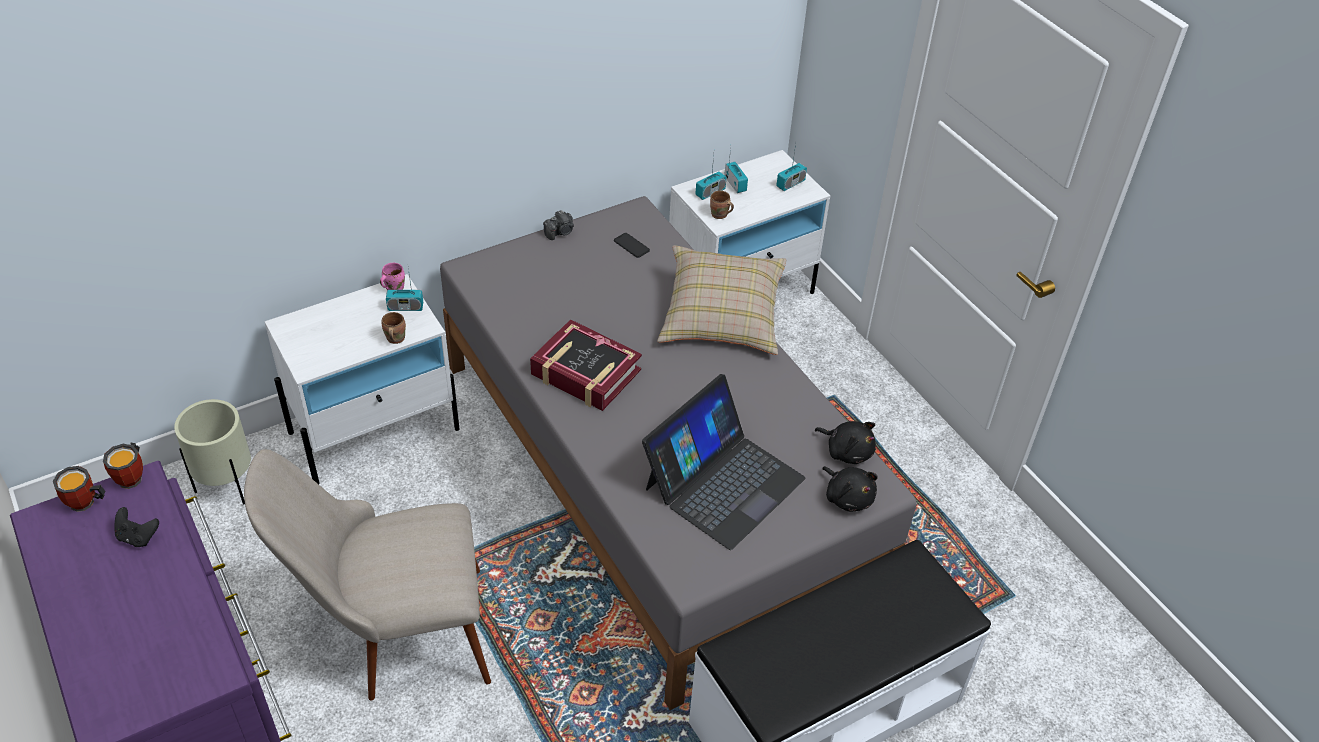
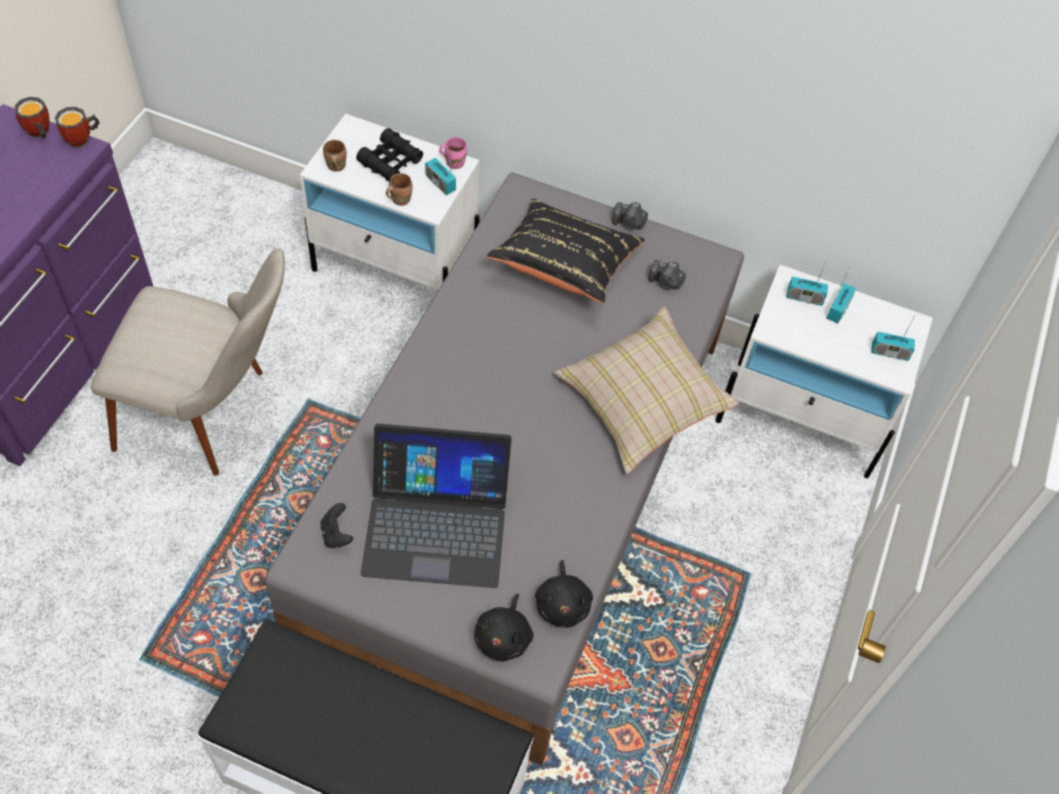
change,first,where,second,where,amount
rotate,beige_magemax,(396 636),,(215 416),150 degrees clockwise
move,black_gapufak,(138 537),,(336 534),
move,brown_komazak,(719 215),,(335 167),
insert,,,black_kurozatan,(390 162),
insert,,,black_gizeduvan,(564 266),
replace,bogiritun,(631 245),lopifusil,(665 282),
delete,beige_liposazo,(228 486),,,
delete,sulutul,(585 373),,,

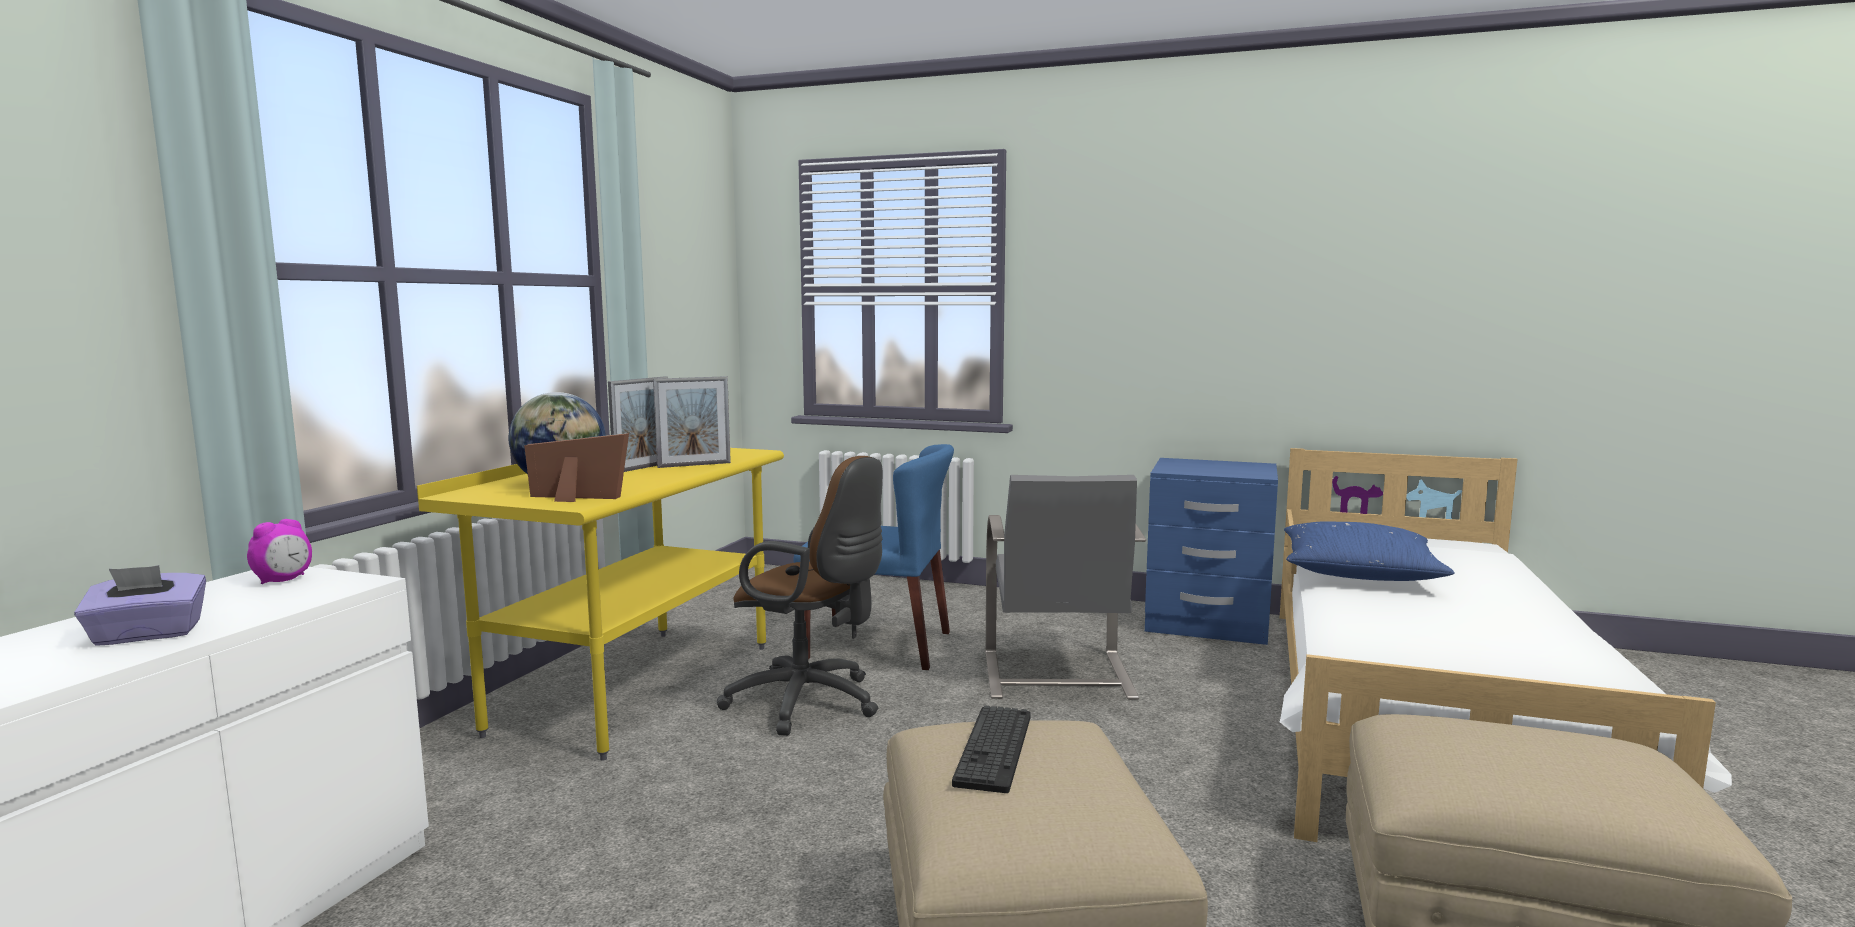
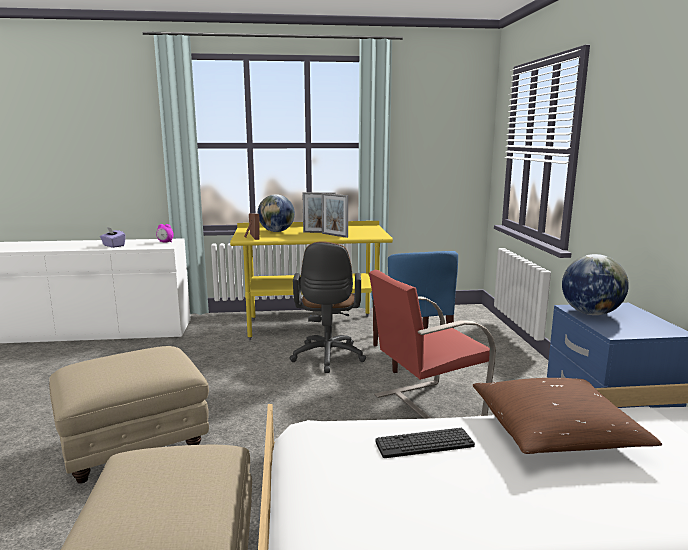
change,first,where,second,where,amount
recolor,grey_magemax,(1056 676),red_magemax,(426 407),
move,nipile,(994 749),,(424 444),
recolor,blue_gizeduvan,(1359 573),brown_gizeduvan,(555 432),
insert,,,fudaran,(590 313),

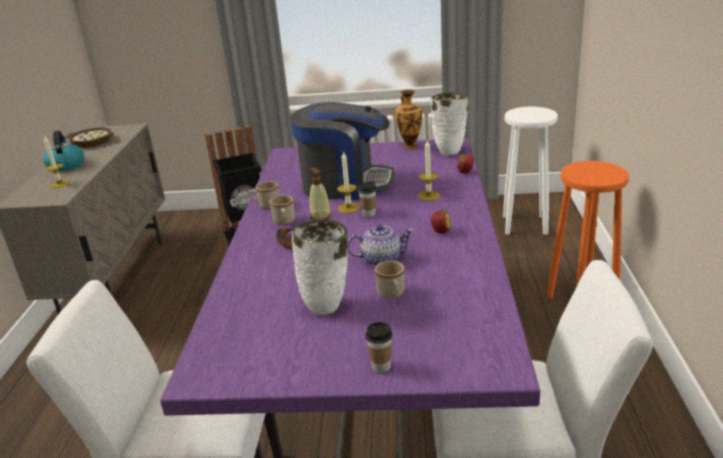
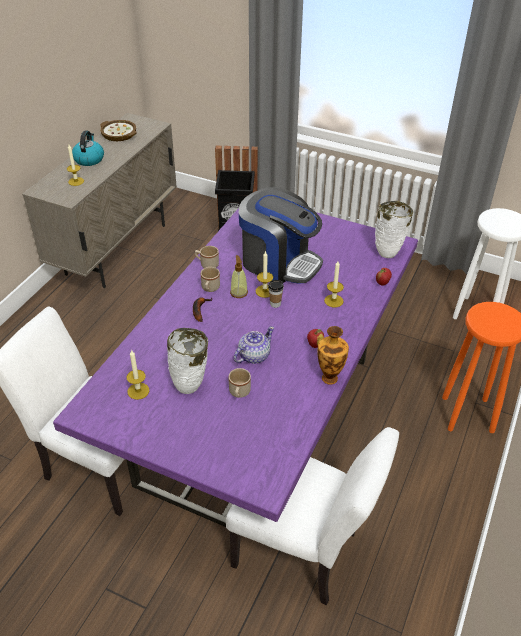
change,first,where,second,where,amount
insert,,,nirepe,(138 391),
rotate,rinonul,(381 259),,(253 356),60 degrees counterclockwise
move,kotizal,(410 146),,(330 377),
delete,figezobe,(381 366),,,

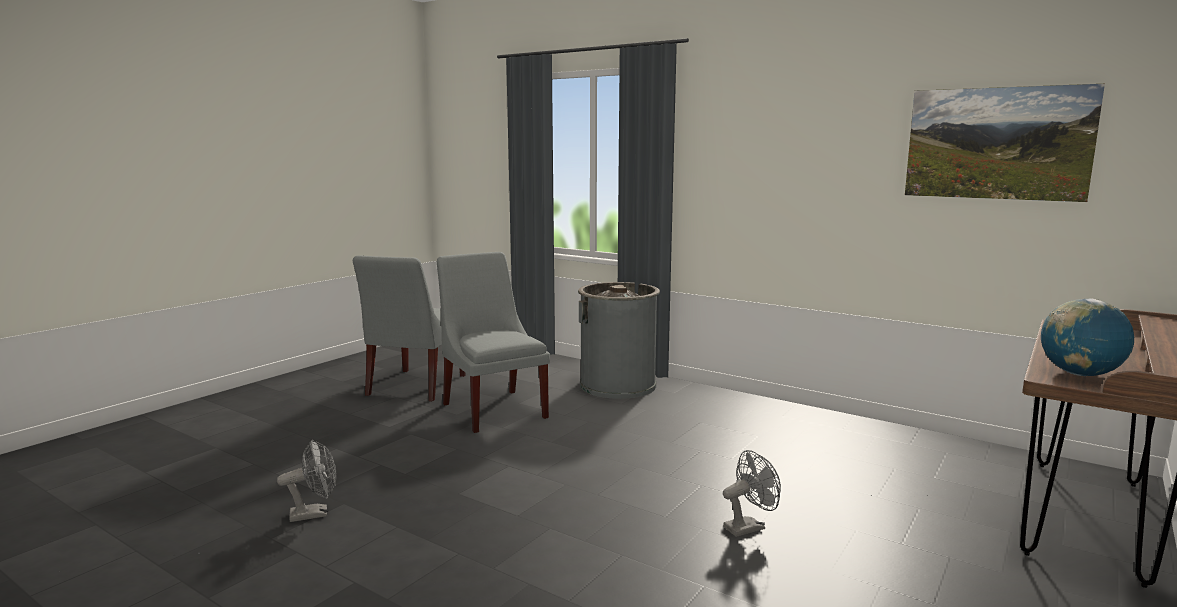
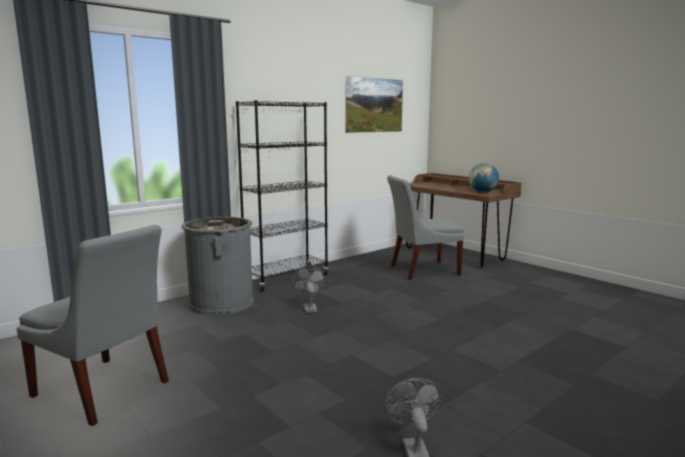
change,first,where,second,where,amount
insert,,,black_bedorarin,(286 279),
move,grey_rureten,(749 527),,(309 307),
move,grey_magemax,(493 408),,(421 270),

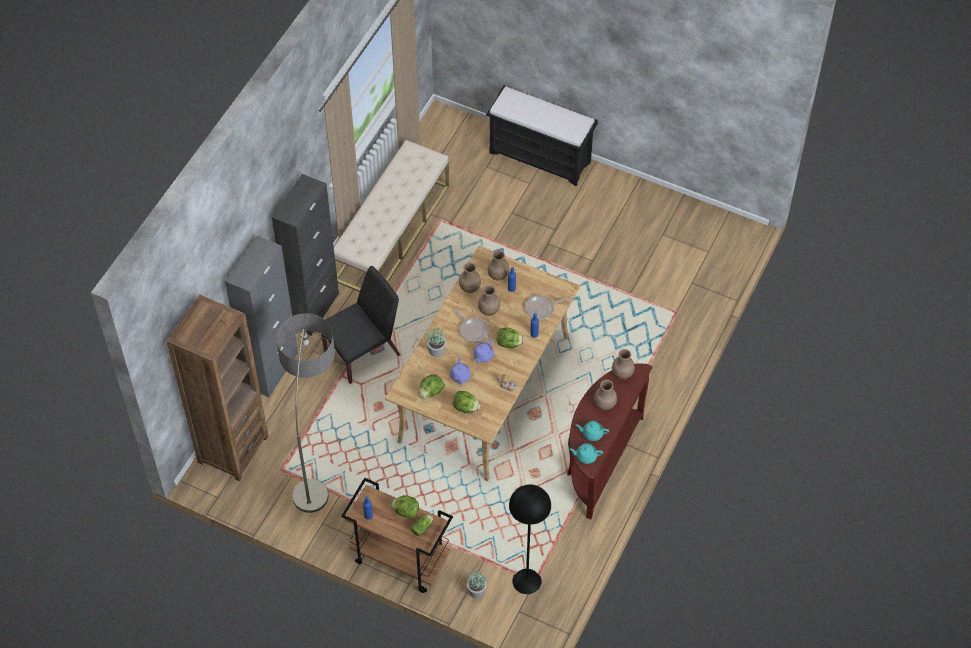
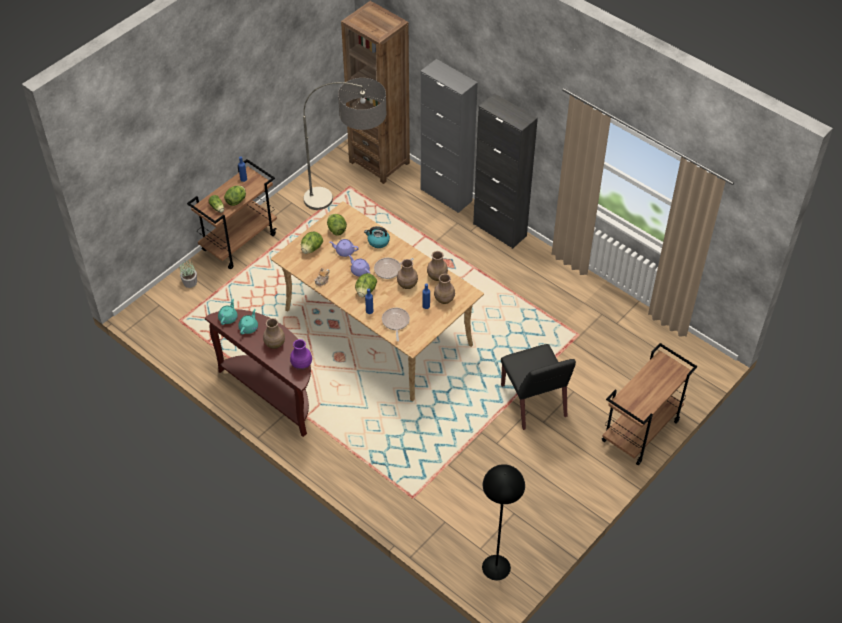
change,first,where,second,where,amount
recolor,brown_kotizal,(622 373),purple_kotizal,(302 365),
replace,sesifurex,(437 350),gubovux,(378 241),
move,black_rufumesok,(527 581),,(496 567),
move,black_magemax,(363 352),,(534 401),
replace,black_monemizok,(541 157),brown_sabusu,(640 432),
delete,beige_monemizok,(392 232),,,

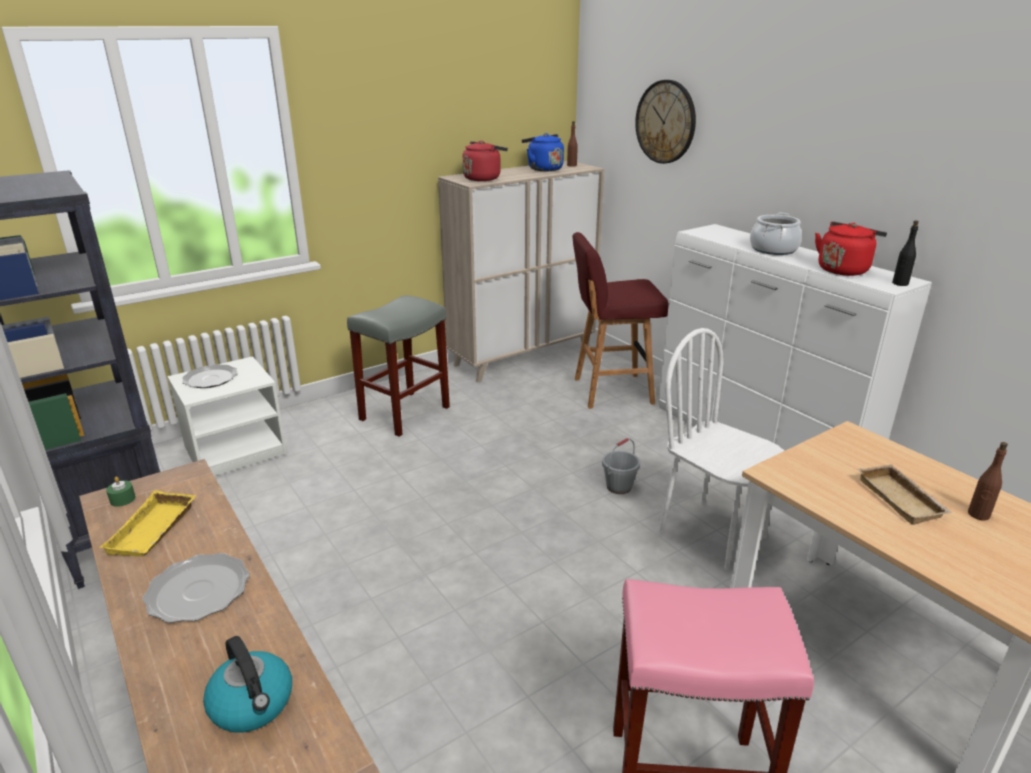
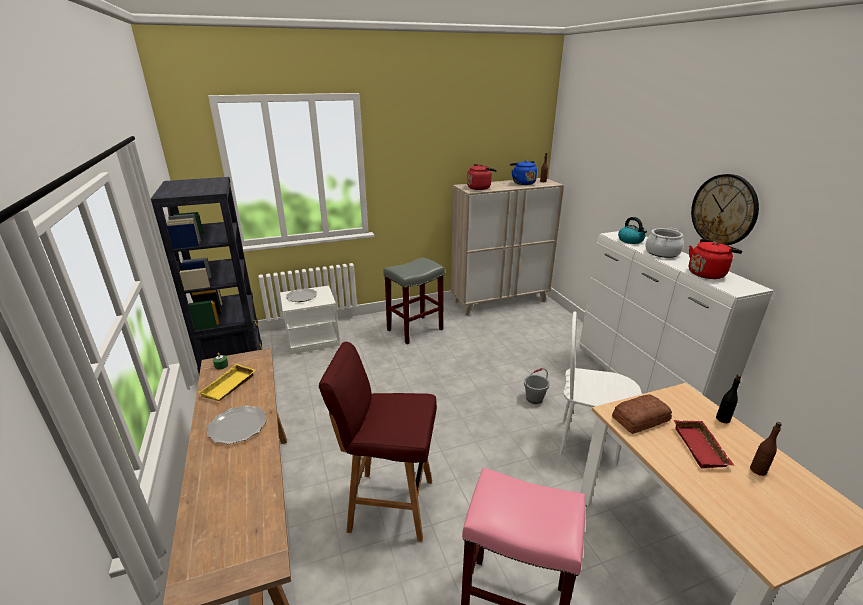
change,first,where,second,where,amount
move,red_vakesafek,(610 391),,(389 504),
rotate,white_magemax,(713 534),,(588 442),45 degrees counterclockwise
insert,,,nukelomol,(639 418),
move,gubovux,(253 704),,(631 240),
recolor,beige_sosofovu,(902 499),red_sosofovu,(702 448),
move,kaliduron,(665 122),,(724 210),
move,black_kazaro,(900 283),,(722 419),

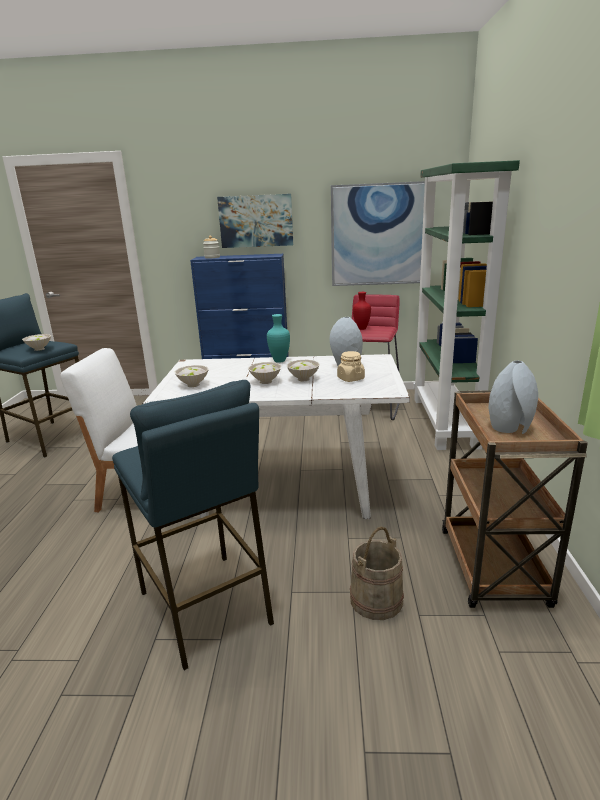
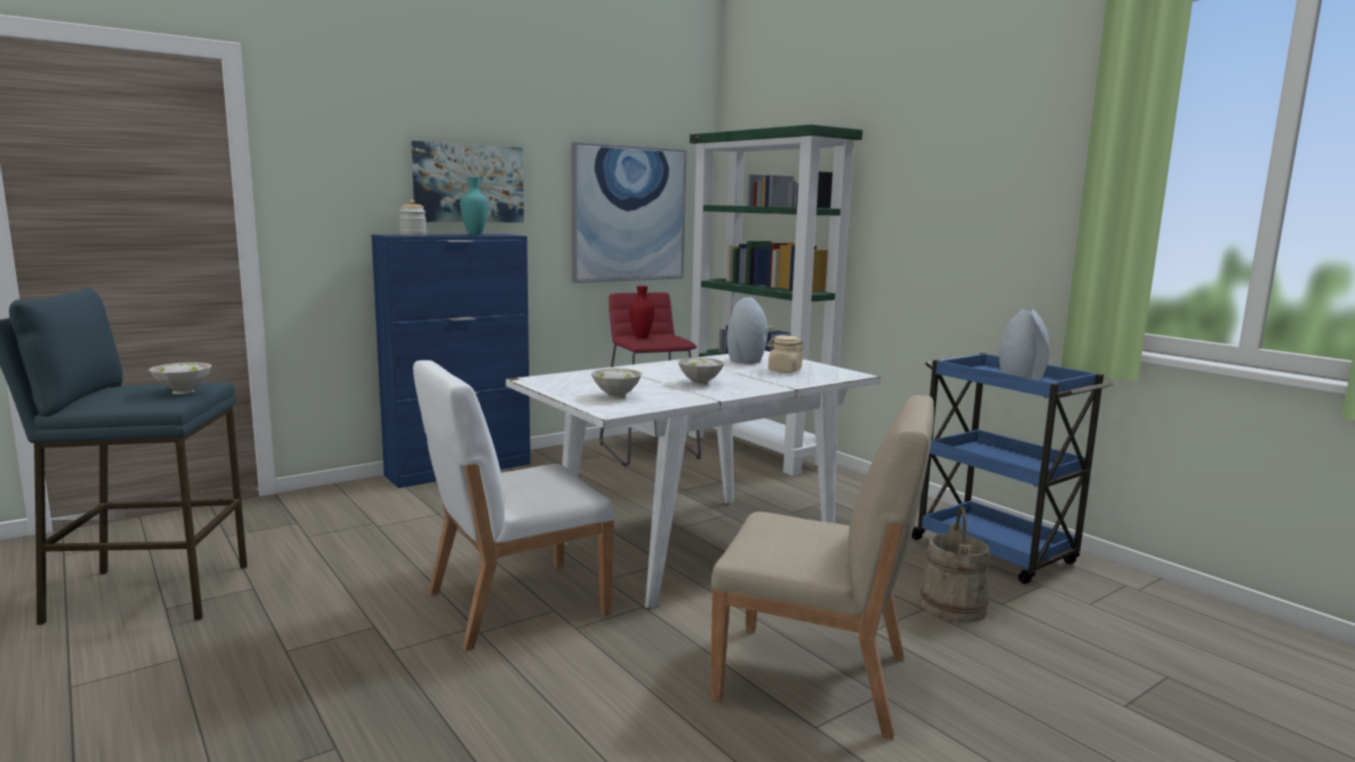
change,first,where,second,where,amount
move,turquoise_kotizal,(279 361),,(474 234),
replace,blue_vakesafek,(205 608),beige_magemax,(815 678),
recolor,brown_sabusu,(493 569),blue_sabusu,(995 552),
delete,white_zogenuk,(304 379),,,

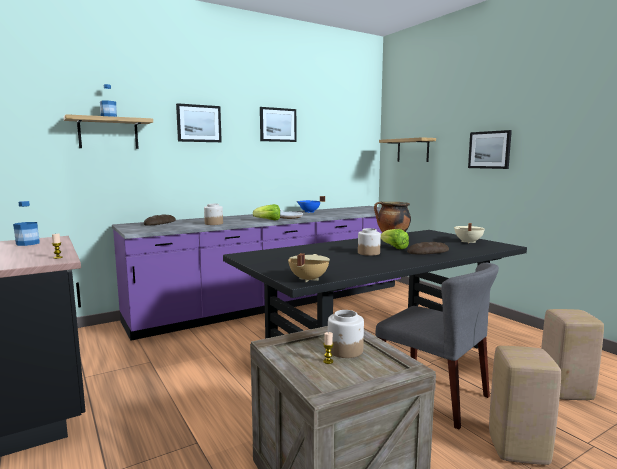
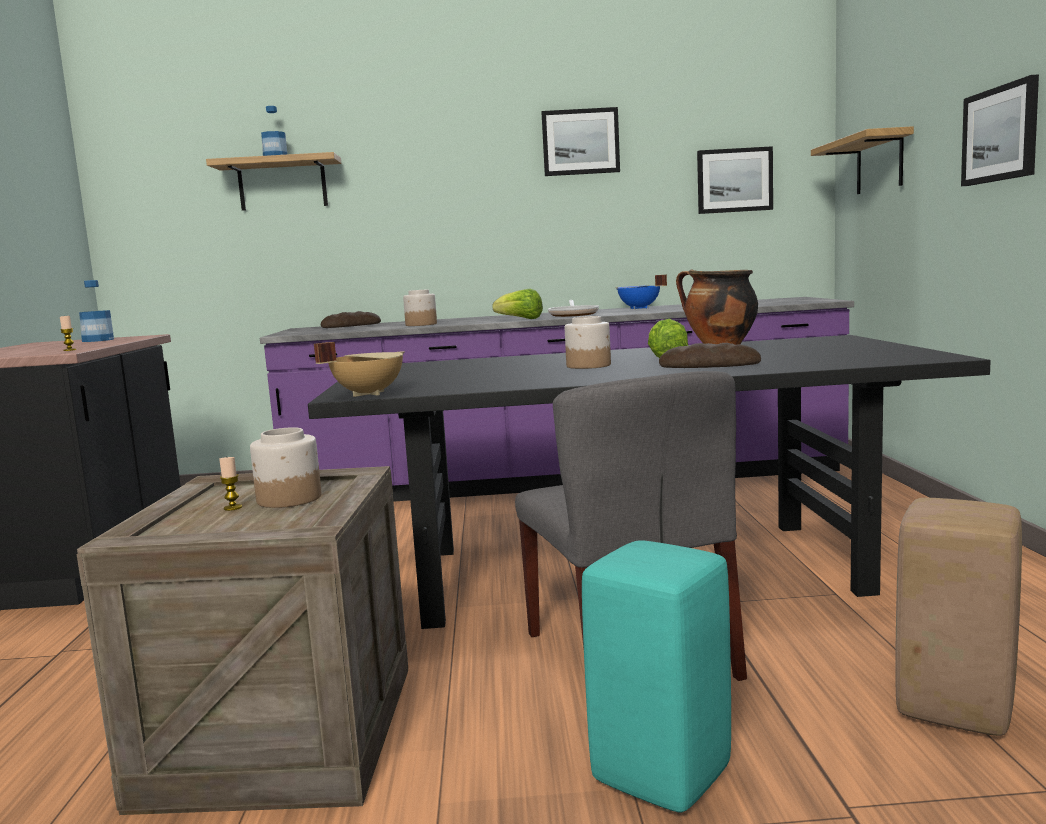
change,first,where,second,where,amount
recolor,beige_vakesafek,(518 449),turquoise_vakesafek,(664 775),
move,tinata,(199 123),,(734 180),
delete,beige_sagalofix,(467 242),,,

